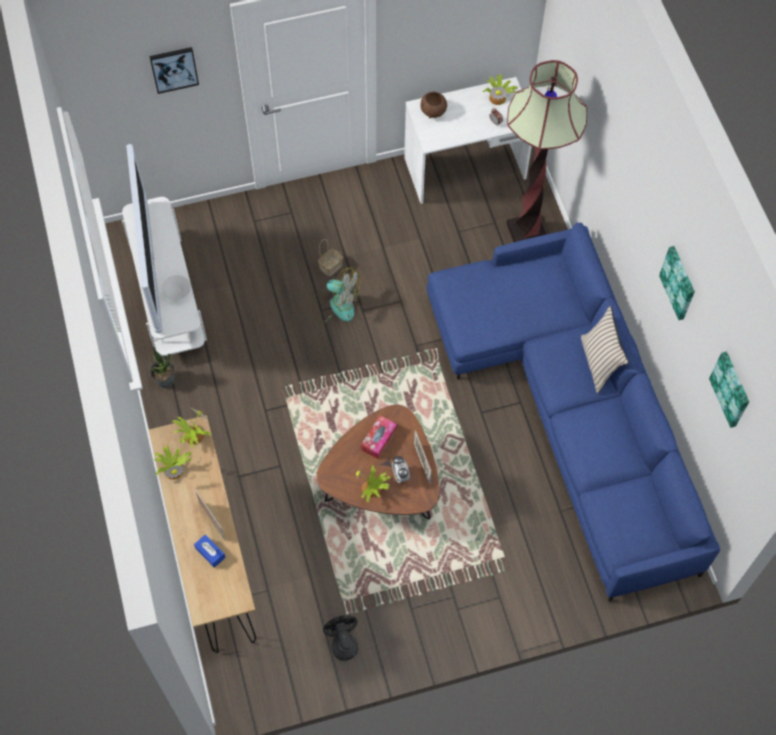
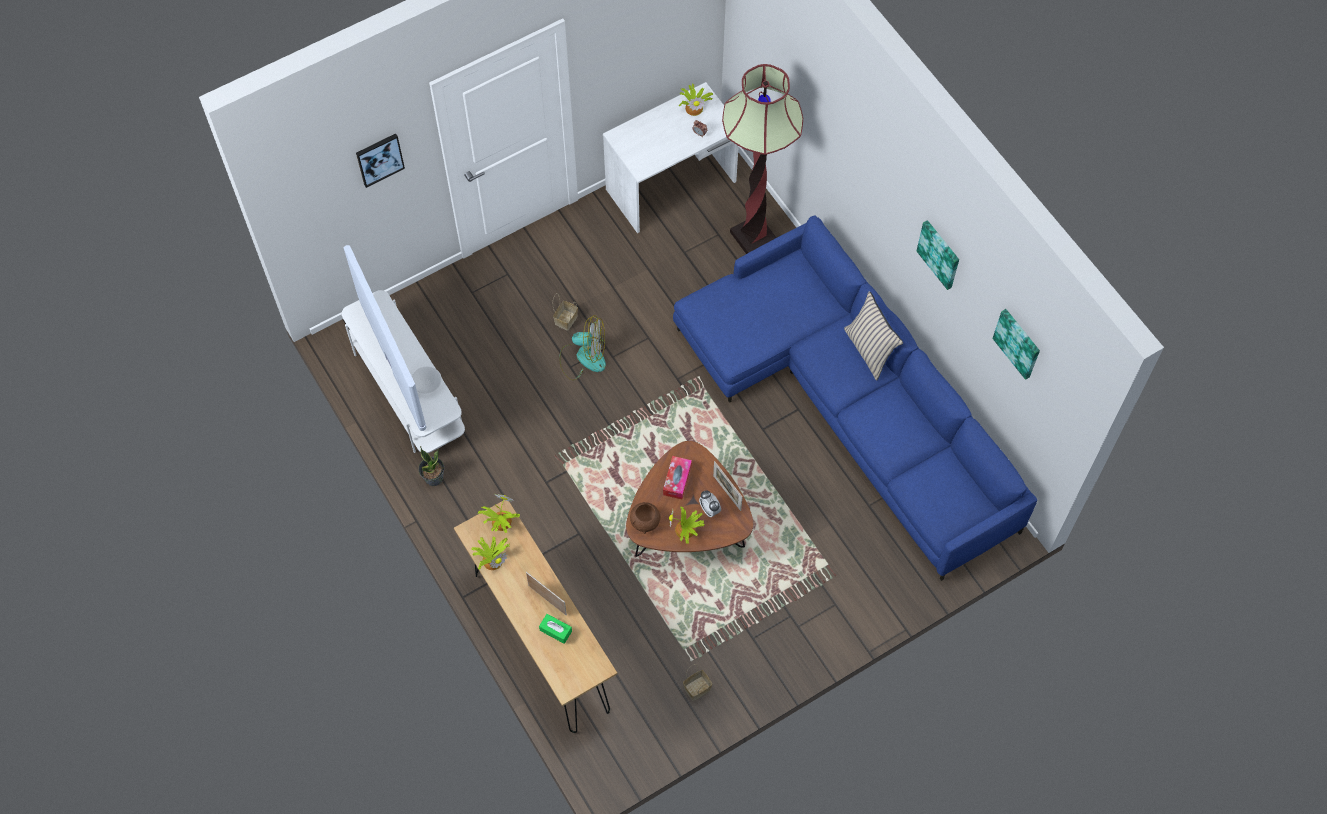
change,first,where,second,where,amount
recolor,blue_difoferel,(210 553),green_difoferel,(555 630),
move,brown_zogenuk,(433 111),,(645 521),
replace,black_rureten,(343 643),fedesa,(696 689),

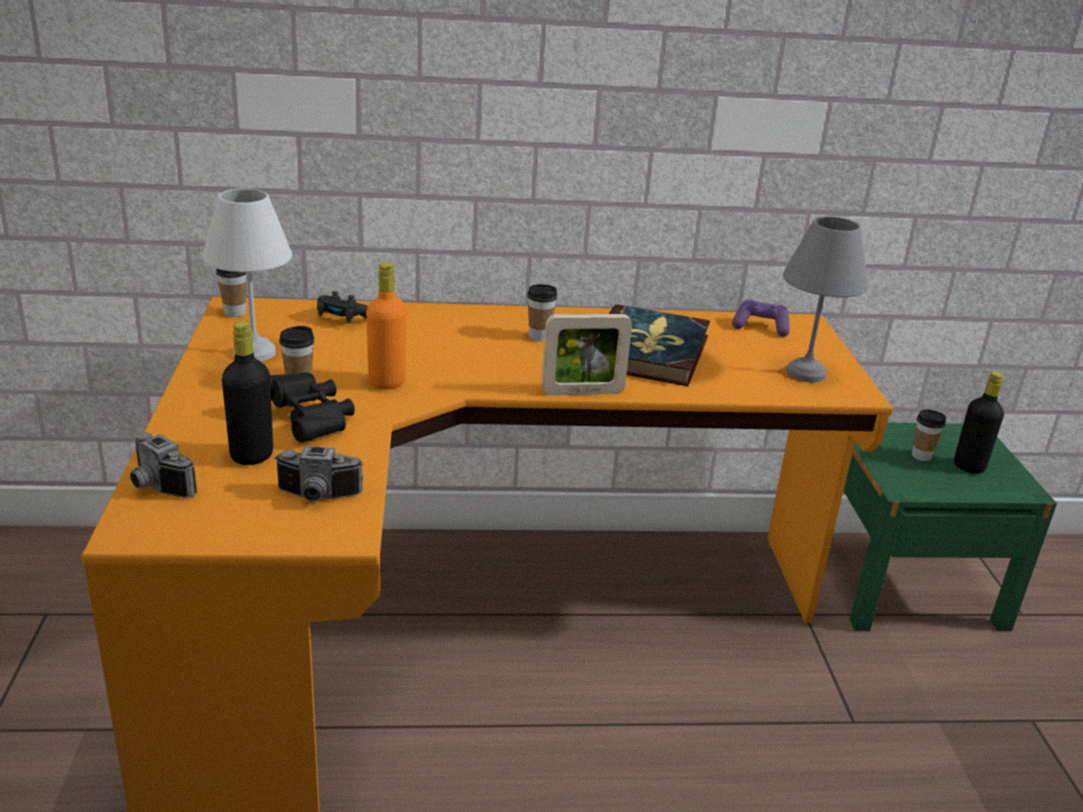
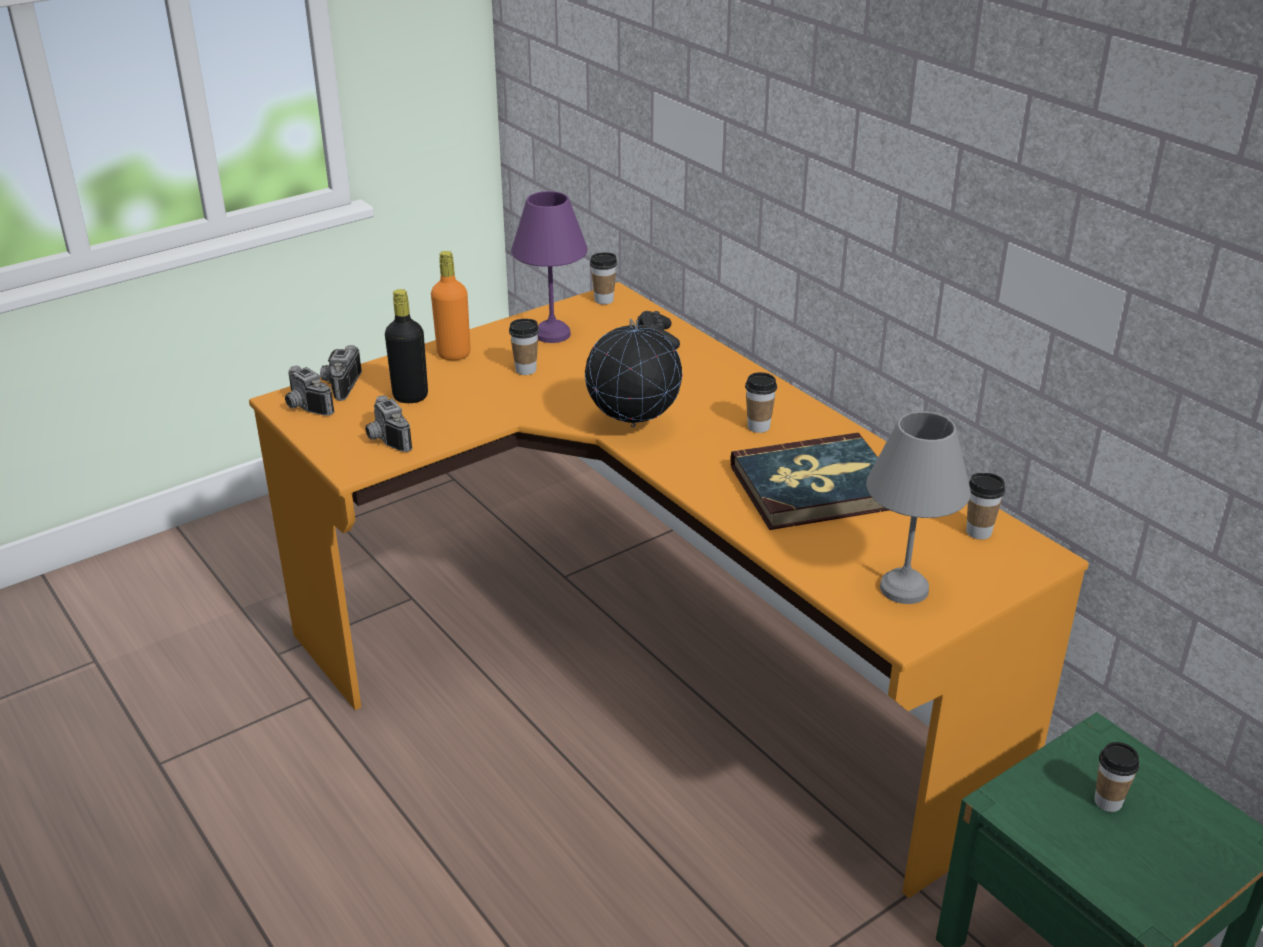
change,first,where,second,where,amount
insert,,,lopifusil,(304 407),
move,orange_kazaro,(387 382),,(454 354),
recolor,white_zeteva,(255 353),purple_zeteva,(551 335),
insert,,,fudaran,(633 428),
replace,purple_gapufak,(760 327),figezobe,(978 532),
delete,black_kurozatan,(309 421),,,
delete,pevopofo,(582 392),,,
delete,black_kazaro,(969 466),,,

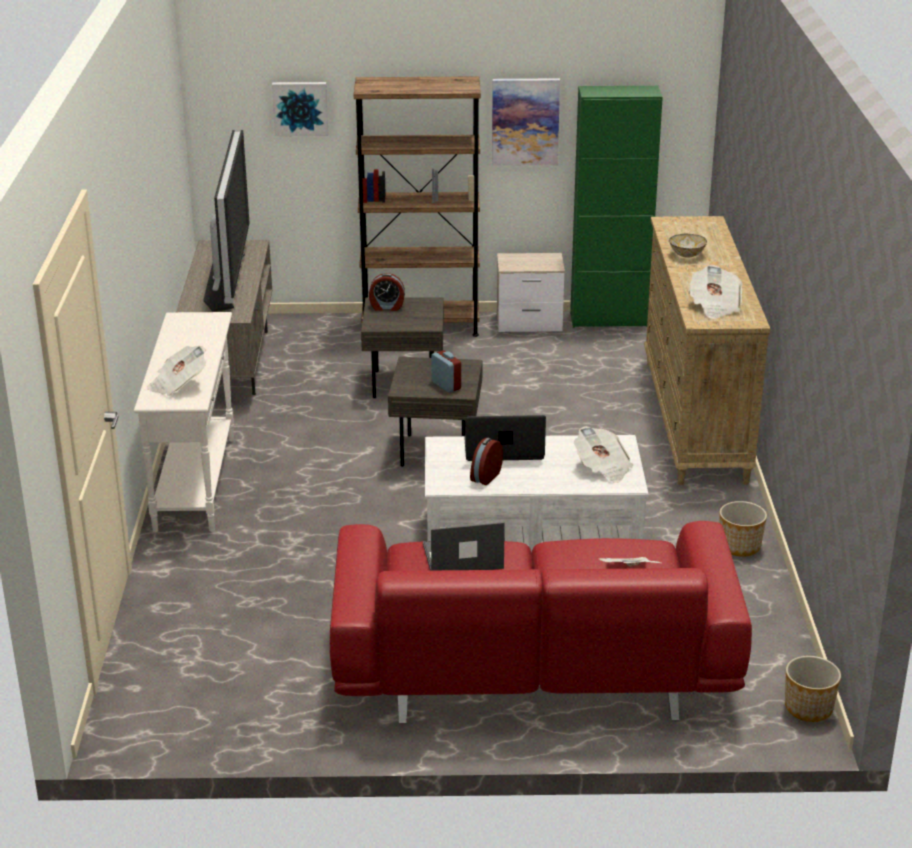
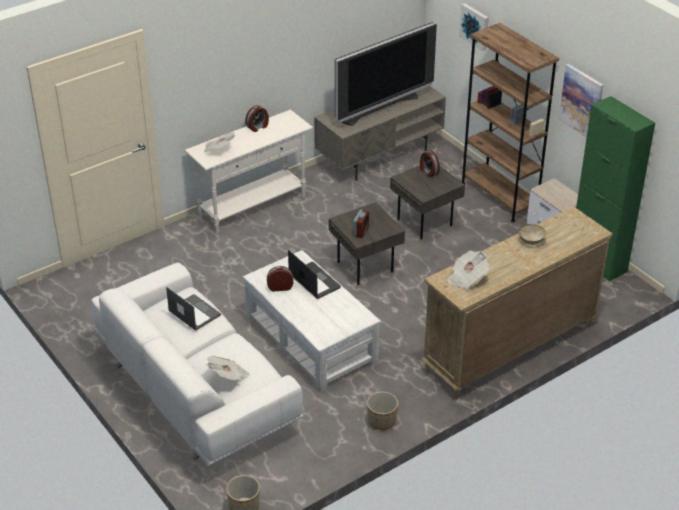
change,first,where,second,where,amount
recolor,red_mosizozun,(532 666),white_mosizozun,(196 389),
insert,,,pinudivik,(258 127),
delete,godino,(603 468),,,

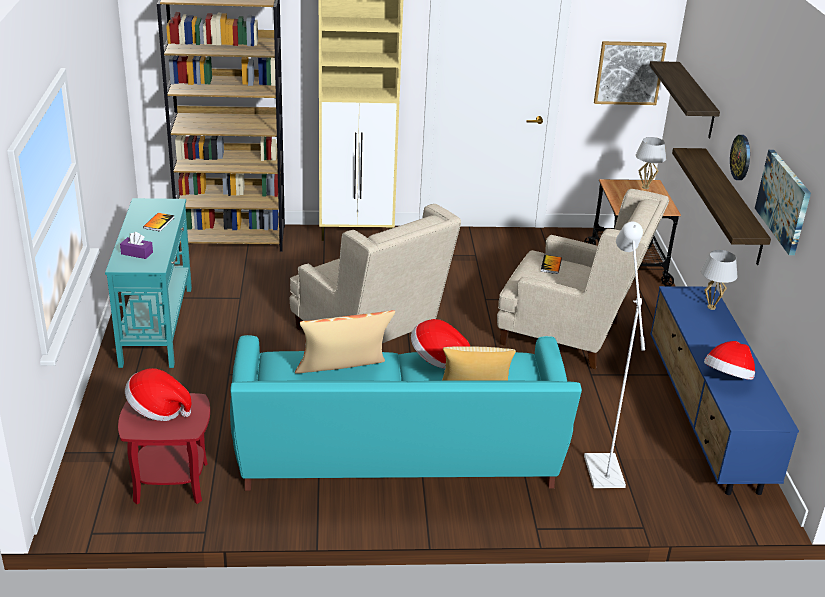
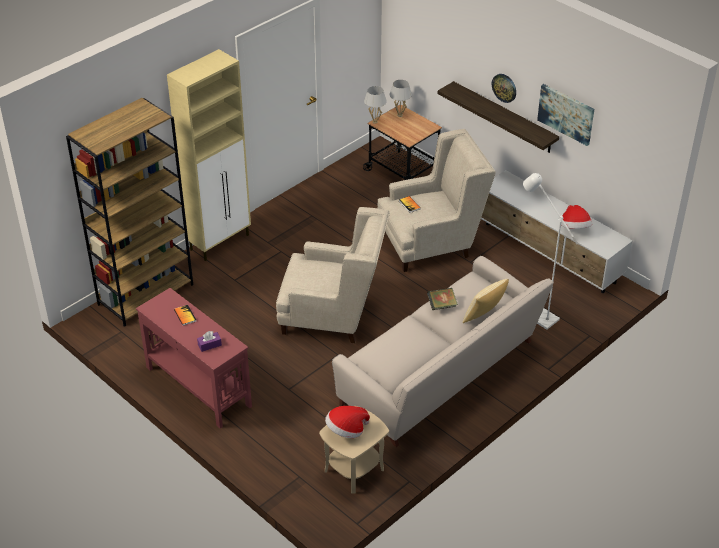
change,first,where,second,where,amount
recolor,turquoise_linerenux,(157 325),red_linerenux,(198 386),
recolor,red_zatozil,(171 482),beige_zatozil,(354 470),
recolor,turquoise_mosizozun,(398 456),beige_mosizozun,(442 375),
move,white_zeteva,(711 307),,(375 122),
replace,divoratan,(437 358),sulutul,(442 305),
recolor,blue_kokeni,(706 417),white_kokeni,(549 253),
delete,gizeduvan,(343 375),,,
delete,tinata,(629 72),,,
delete,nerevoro,(696 100),,,

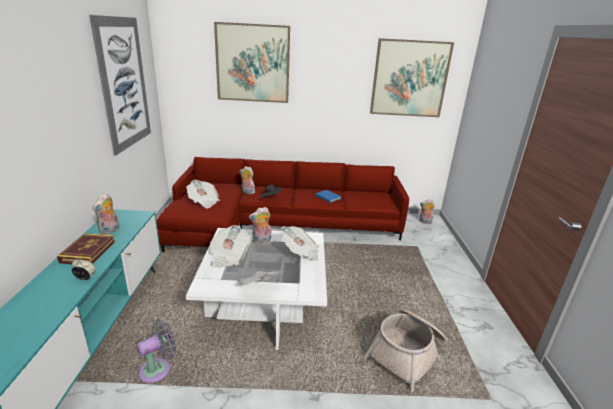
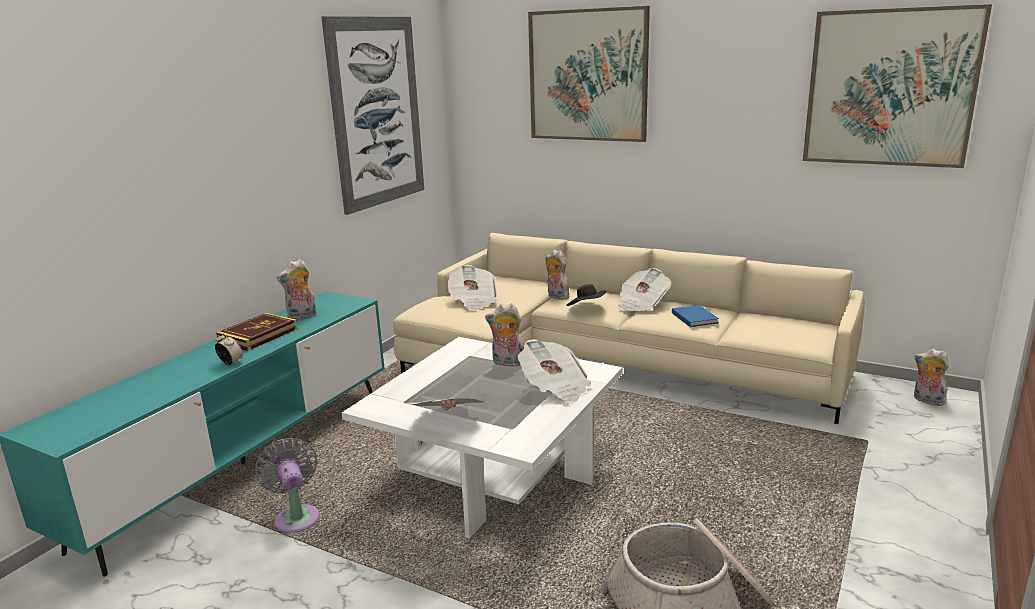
change,first,where,second,where,amount
rotate,grey_rureten,(158 369),,(296 517),105 degrees counterclockwise
recolor,red_mosizozun,(278 225),beige_mosizozun,(607 363),
move,godino,(228 257),,(641 304),

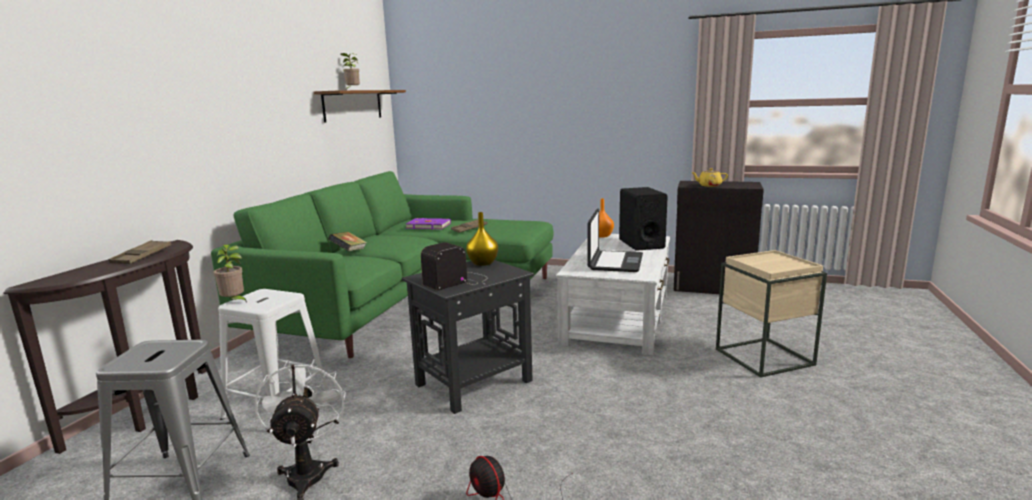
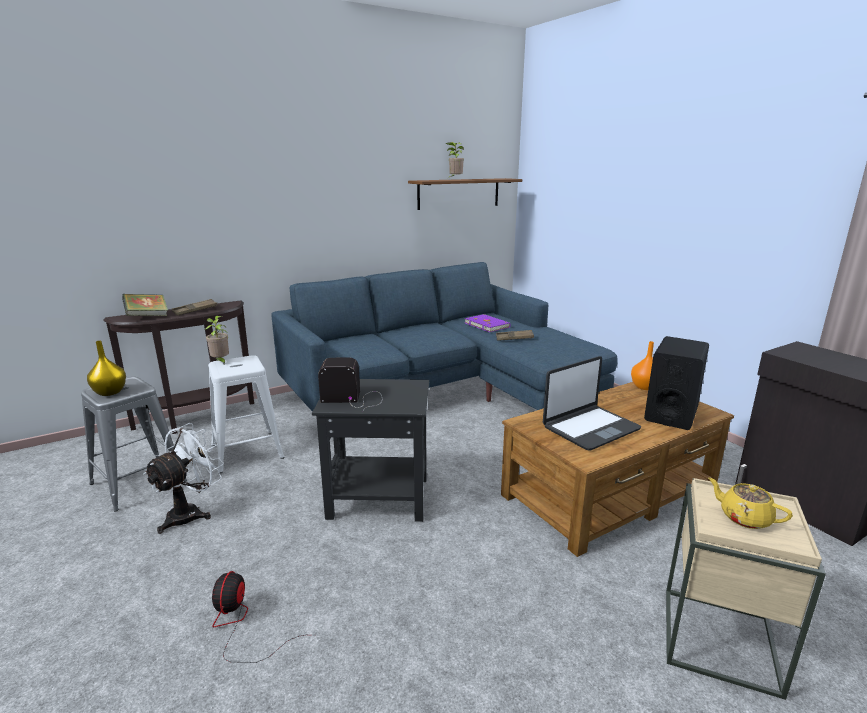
change,first,where,second,where,amount
move,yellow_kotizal,(482 263),,(110 392),
move,sulutul,(349 252),,(147 316),
recolor,green_mosizozun,(404 302),blue_mosizozun,(442 393),
recolor,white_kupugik,(618 317),brown_kupugik,(611 491),
move,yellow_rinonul,(709 185),,(744 517),

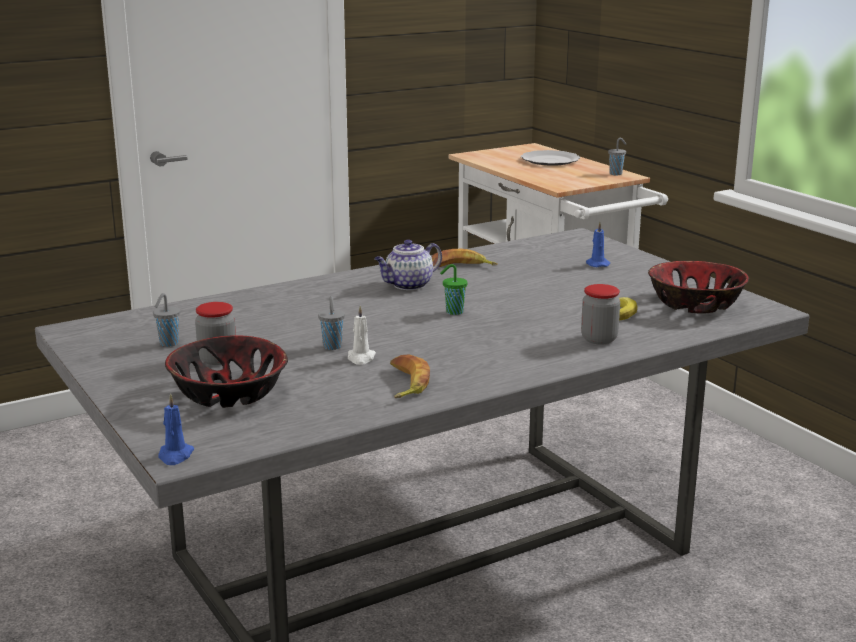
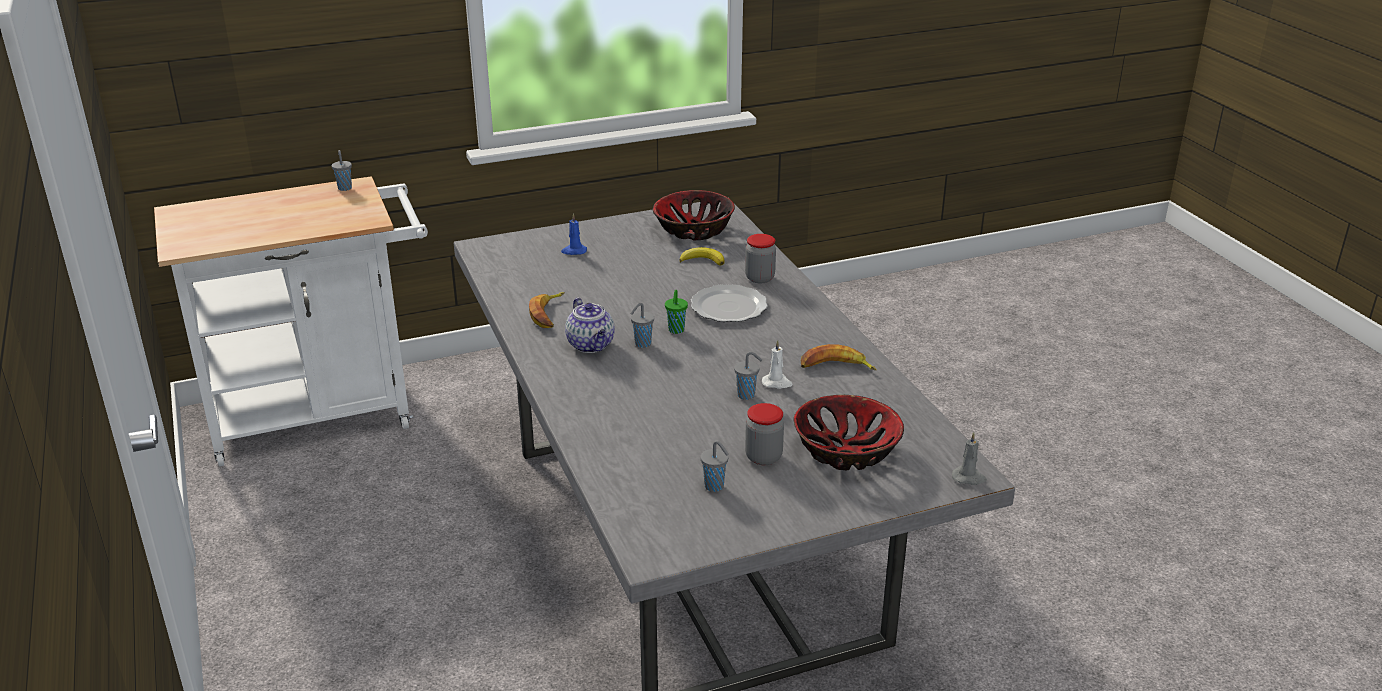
change,first,where,second,where,amount
insert,,,grey_figezobe,(642 344),
move,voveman,(550 160),,(727 307),
recolor,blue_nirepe,(175 456),grey_nirepe,(969 478),

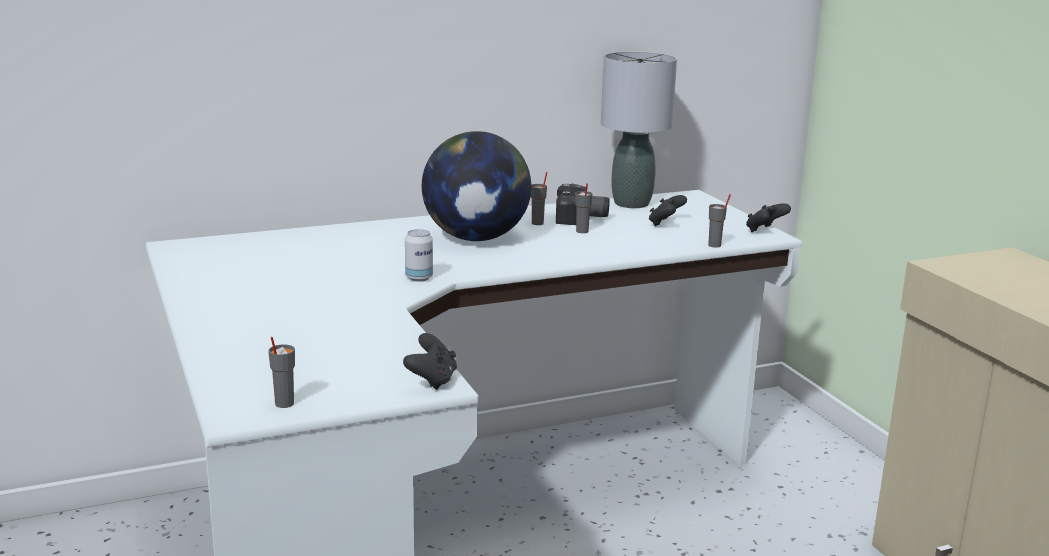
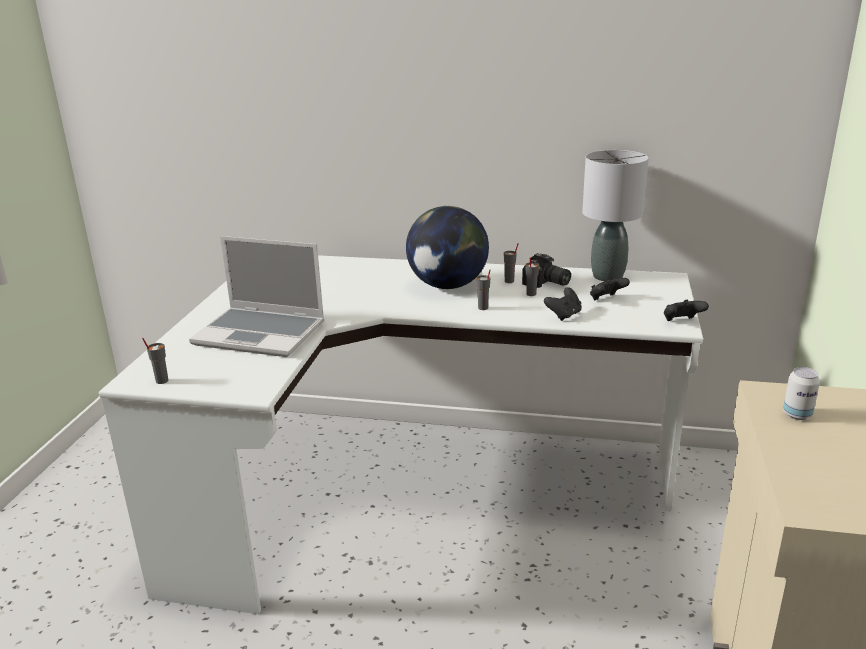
change,first,where,second,where,amount
insert,,,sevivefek,(262 333),
move,grey_figezobe,(715 245),,(483 308),
move,black_gapufak,(432 380),,(564 315),
move,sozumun,(419 278),,(797 414),

